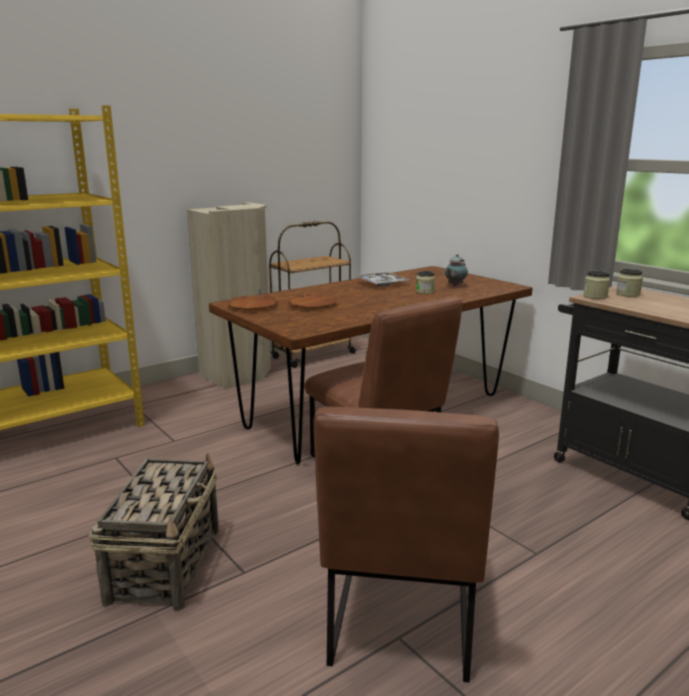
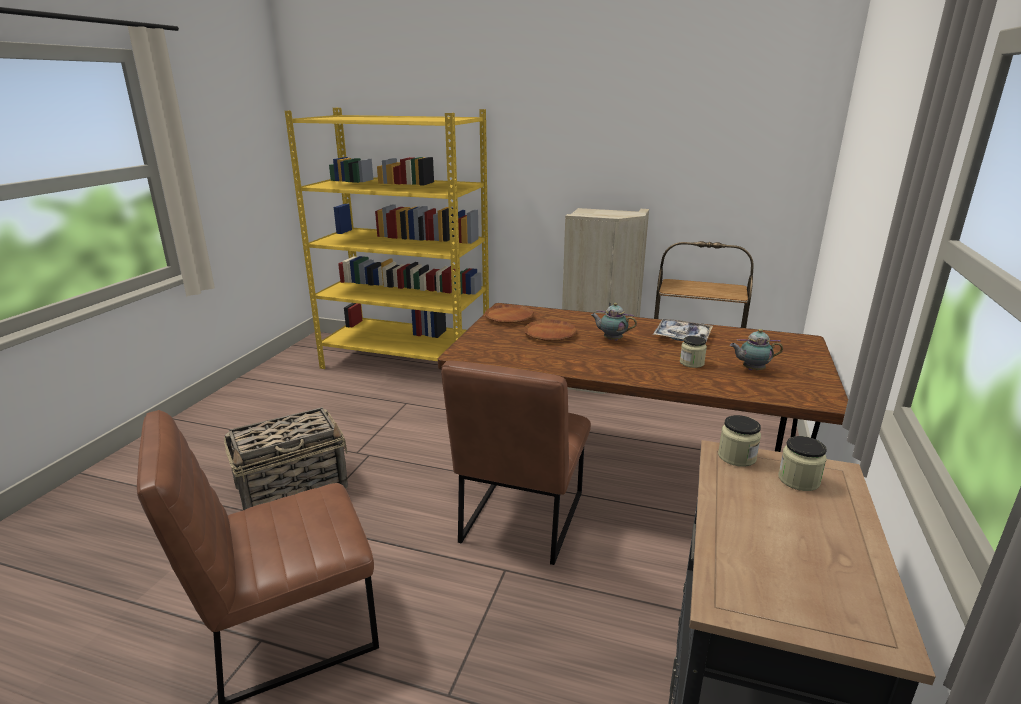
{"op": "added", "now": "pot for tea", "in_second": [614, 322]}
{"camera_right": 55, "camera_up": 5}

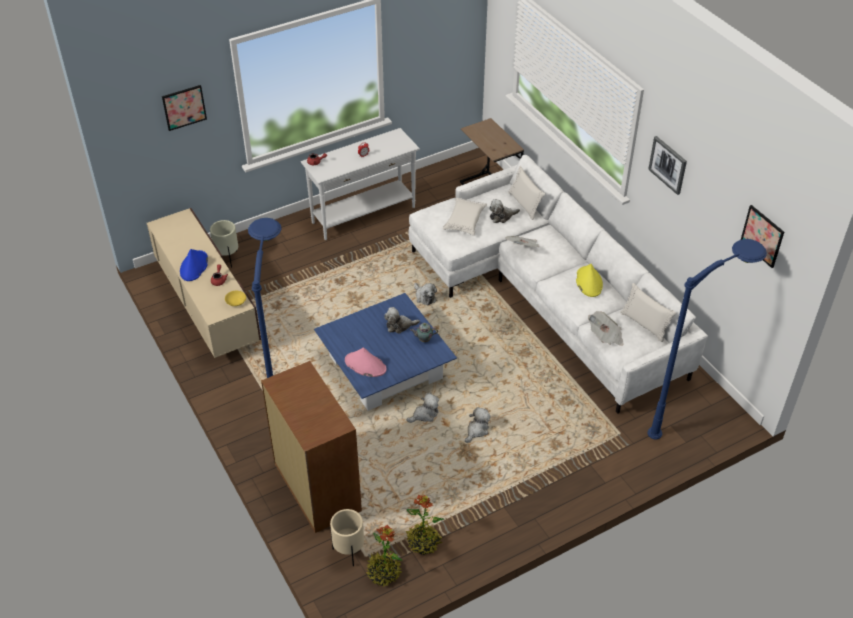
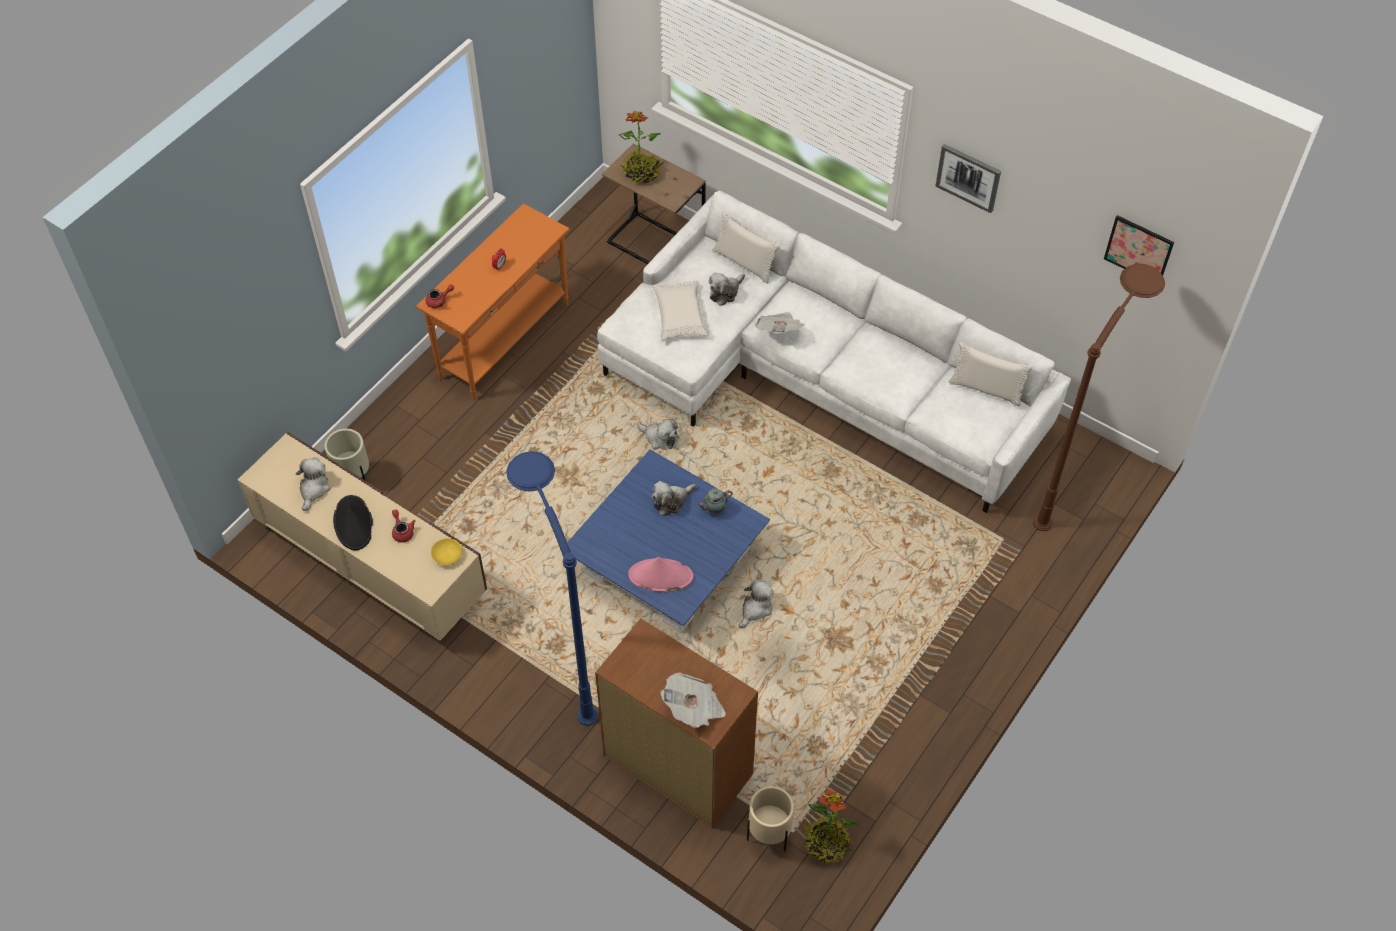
{"op": "moved", "was": "soft toy", "in_first": [477, 425], "in_second": [313, 484]}
{"op": "recoloured", "was": "hat (blue-coloured)", "now": "hat (black-coloured)", "in_first": [194, 265], "in_second": [353, 522]}
{"op": "recoloured", "was": "console table (whitish)", "now": "console table (orangey)", "in_first": [360, 184], "in_second": [493, 301]}
{"op": "moved", "was": "potted plant", "in_first": [425, 525], "in_second": [641, 147]}
{"op": "moved", "was": "daily paper", "in_first": [606, 328], "in_second": [693, 700]}
{"op": "recoloured", "was": "floor lamp (blue-coloured)", "now": "floor lamp (brownish)", "in_first": [707, 339], "in_second": [1099, 397]}
{"op": "removed", "was": "wall picture", "in_first": [184, 108]}
{"op": "removed", "was": "hat (yellowish)", "in_first": [589, 280]}
{"camera_right": -25, "camera_up": 10}

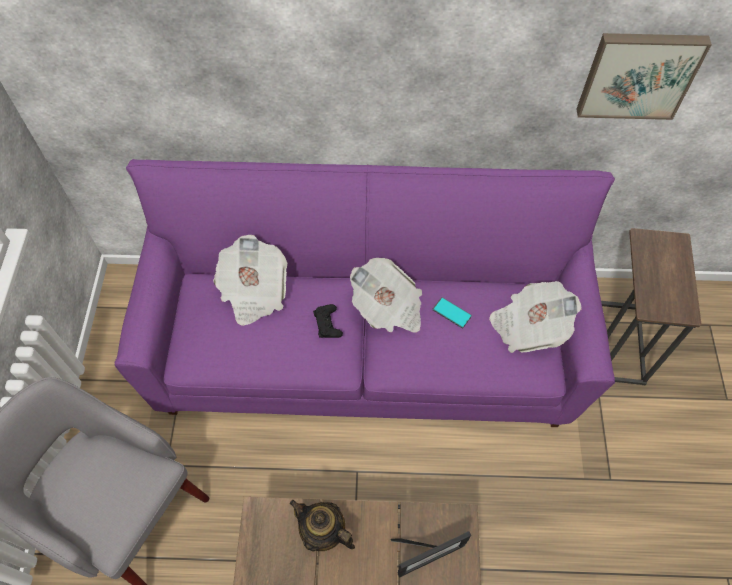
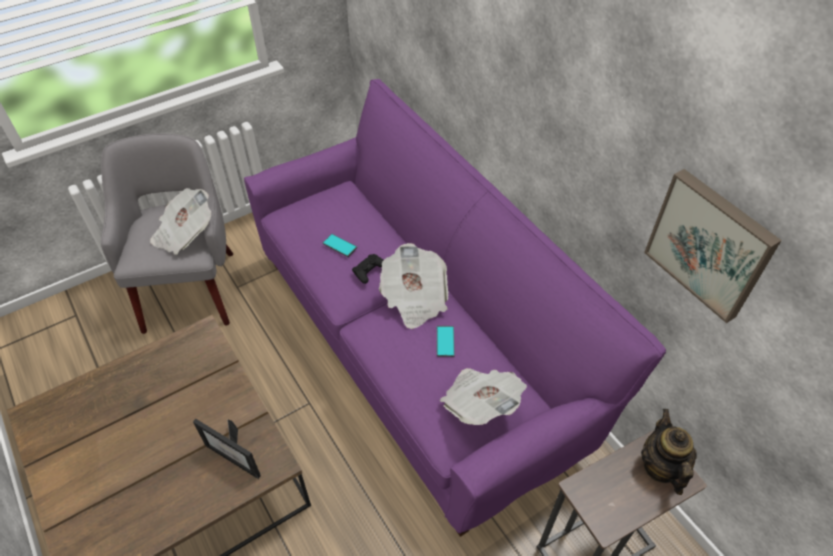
{"op": "moved", "was": "daily paper", "in_first": [250, 280], "in_second": [180, 221]}
{"op": "added", "now": "handset", "in_second": [340, 245]}
{"op": "moved", "was": "pot for tea", "in_first": [322, 526], "in_second": [669, 452]}
{"camera_right": 55, "camera_up": -10}

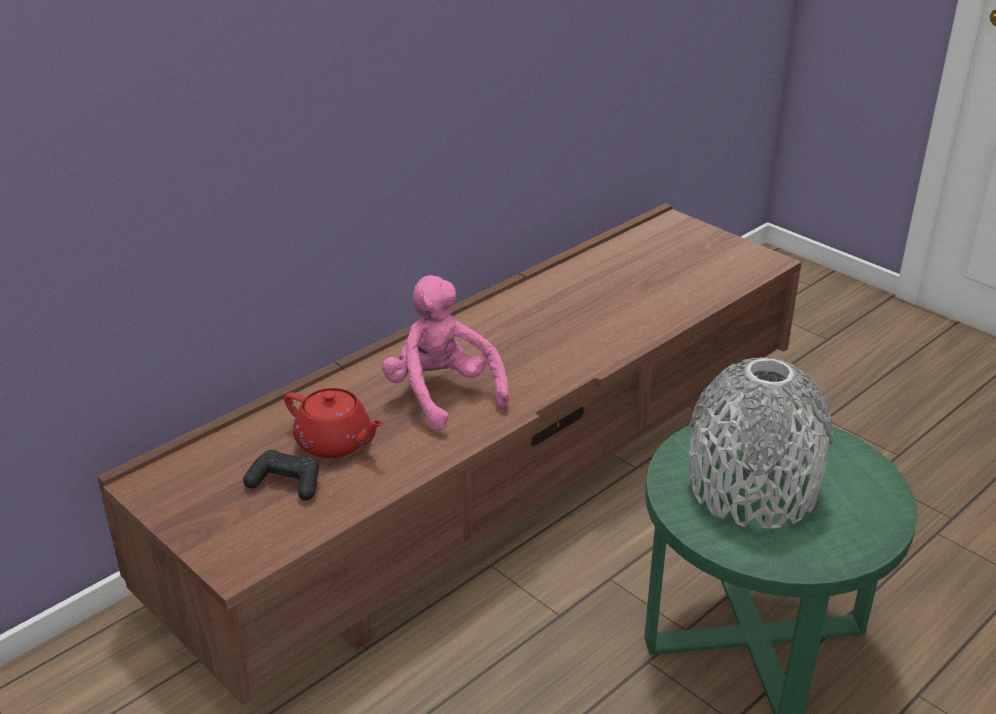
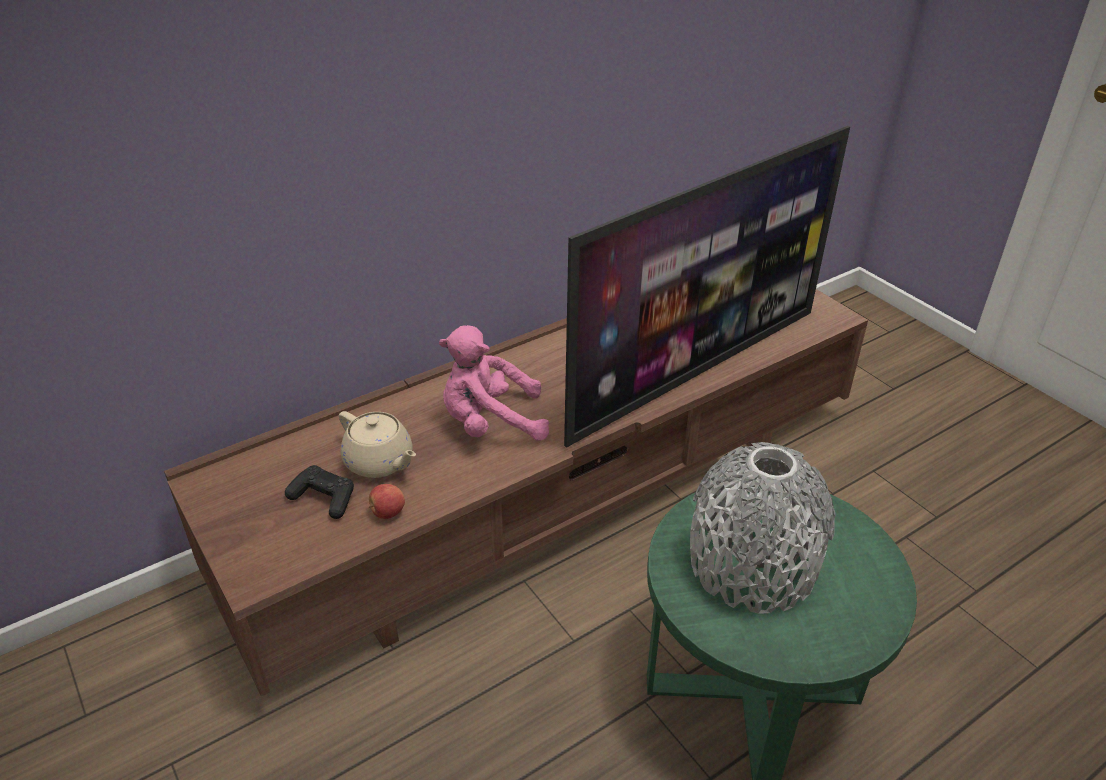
{"op": "recoloured", "was": "pot for tea (red)", "now": "pot for tea (sand-coloured)", "in_first": [334, 423], "in_second": [377, 444]}
{"op": "added", "now": "apple fruit", "in_second": [387, 501]}
{"op": "turned", "was": "soft toy (pink)", "in_first": [445, 353], "in_second": [494, 383], "clockwise": -75}
{"op": "added", "now": "TV", "in_second": [707, 287]}
{"camera_right": 10, "camera_up": 5}

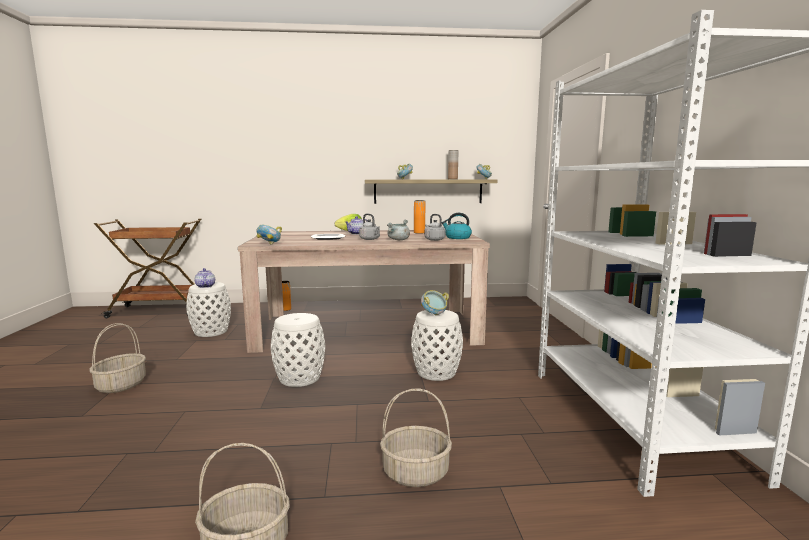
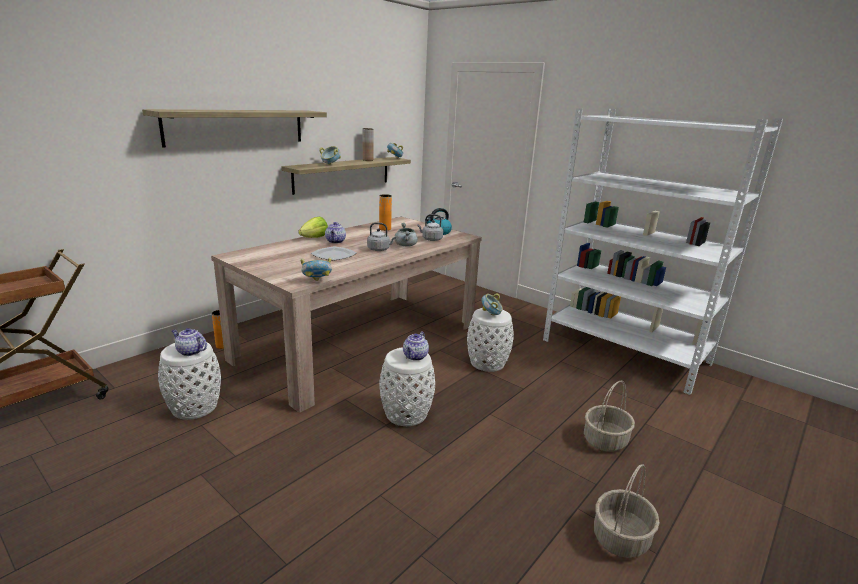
{"op": "added", "now": "wall shelf", "in_second": [234, 128]}
{"op": "added", "now": "pot for tea", "in_second": [416, 346]}
{"op": "removed", "was": "household basket", "in_first": [117, 358]}
{"camera_right": -45, "camera_up": 10}

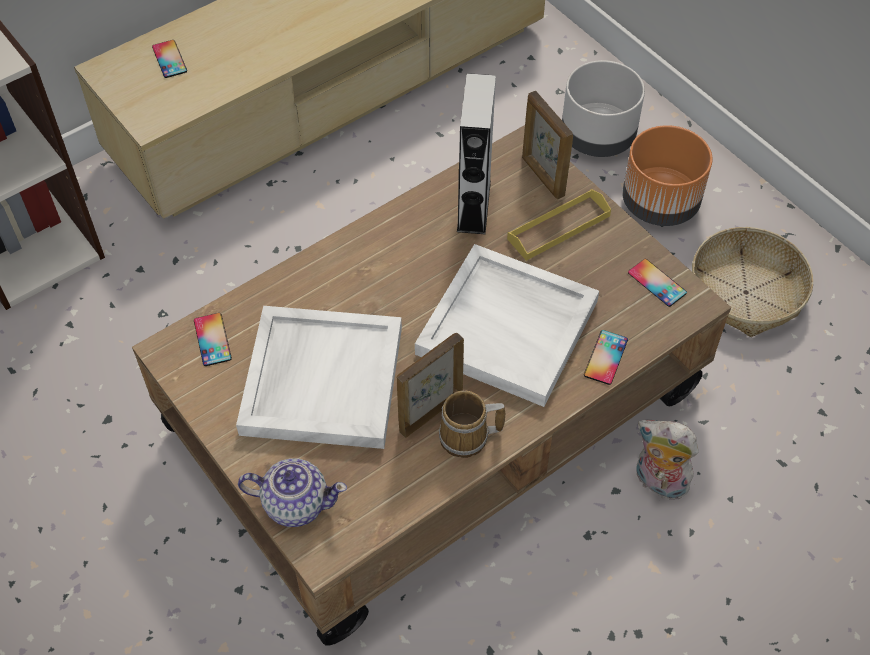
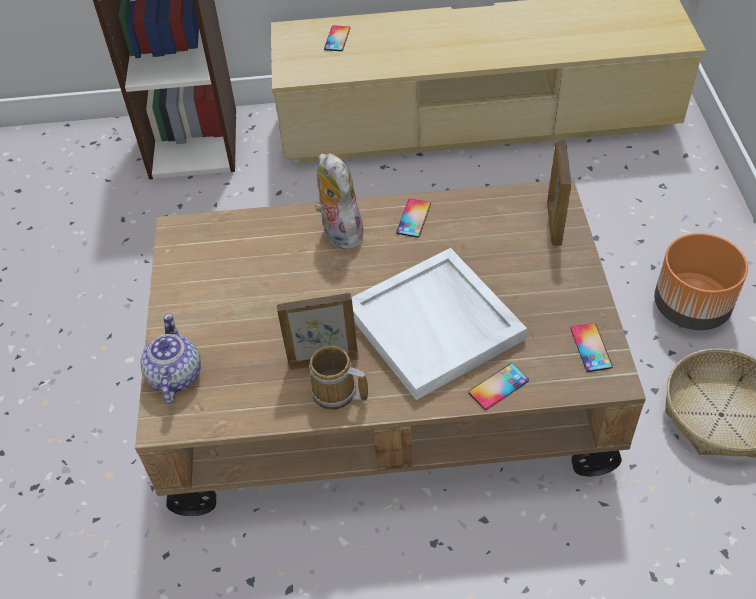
{"op": "turned", "was": "pot for tea", "in_first": [292, 492], "in_second": [170, 358], "clockwise": -135}
{"op": "moved", "was": "soft toy", "in_first": [667, 460], "in_second": [339, 201]}
{"op": "moved", "was": "handset", "in_first": [213, 339], "in_second": [413, 218]}
{"op": "removed", "was": "serving tray (whitish)", "in_first": [319, 377]}
{"op": "removed", "was": "audio speaker (grey)", "in_first": [476, 153]}
{"op": "removed", "was": "serving tray (yellowish)", "in_first": [559, 225]}
{"op": "removed", "was": "planter (grey)", "in_first": [603, 108]}
{"camera_right": 35, "camera_up": -5}

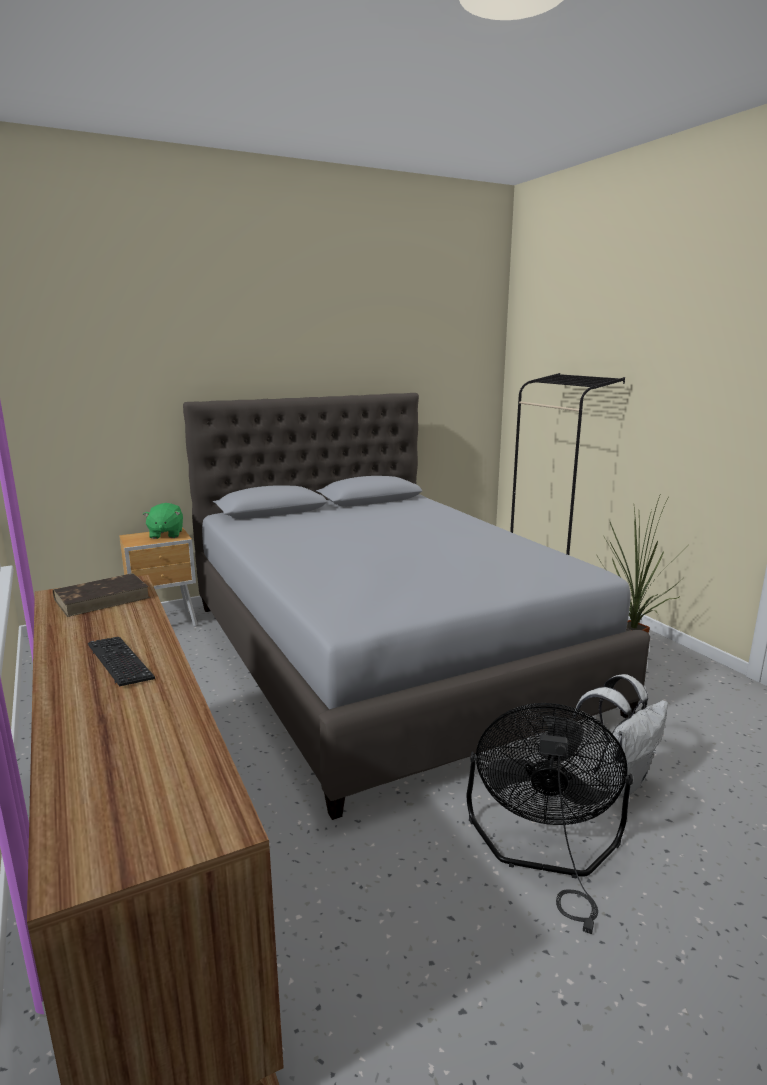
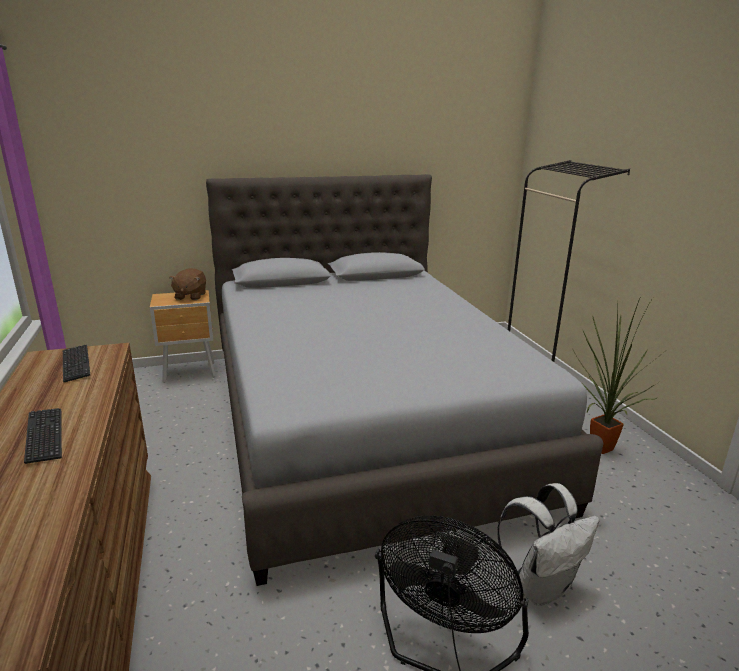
{"op": "replaced", "was": "book (brownish)", "now": "computer keyboard", "in_first": [101, 595], "in_second": [76, 363]}
{"op": "recoloured", "was": "soft toy (green-coloured)", "now": "soft toy (brownish)", "in_first": [163, 521], "in_second": [187, 284]}
{"camera_right": 10, "camera_up": 5}

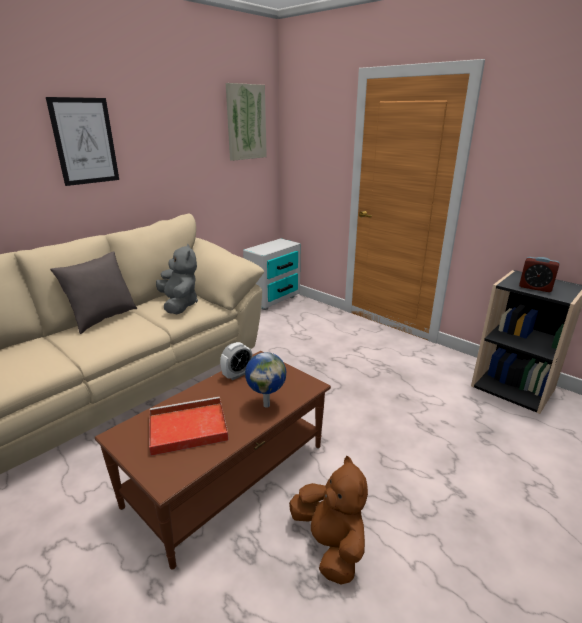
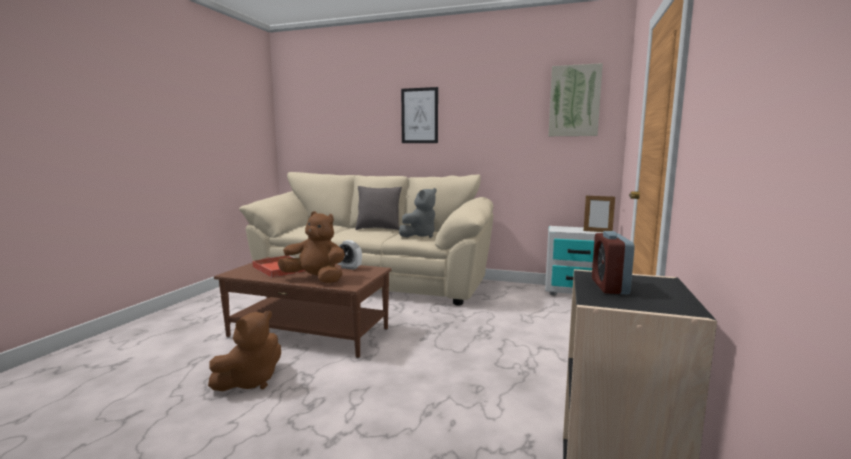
{"op": "replaced", "was": "globe", "now": "soft toy (brownish)", "in_first": [265, 380], "in_second": [311, 247]}
{"op": "added", "now": "standing frame", "in_second": [599, 213]}
{"camera_right": 65, "camera_up": -15}

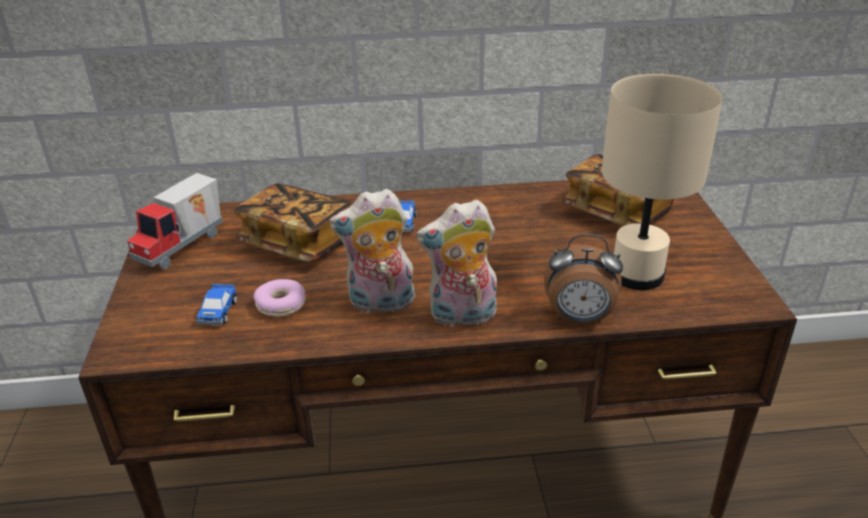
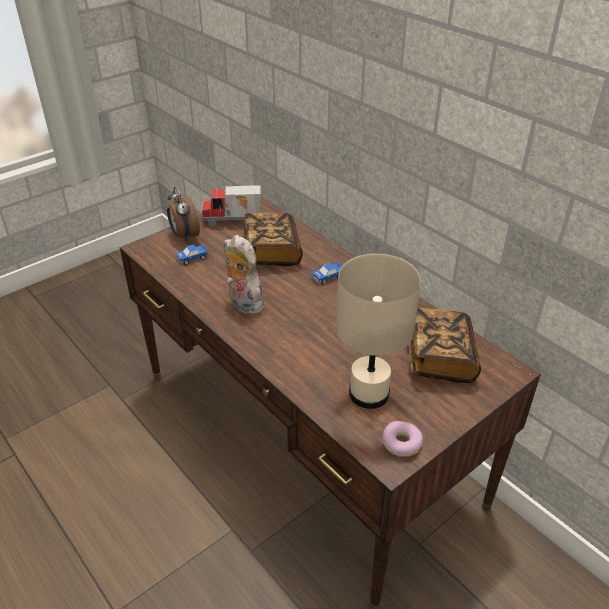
{"op": "moved", "was": "bedside clock", "in_first": [583, 279], "in_second": [183, 214]}
{"op": "moved", "was": "donut", "in_first": [279, 298], "in_second": [402, 439]}
{"op": "removed", "was": "soft toy", "in_first": [456, 264]}
{"camera_right": 55, "camera_up": 5}

